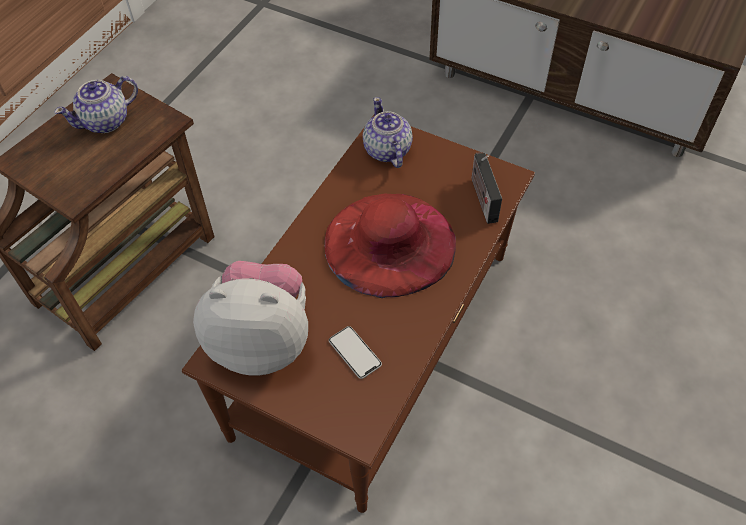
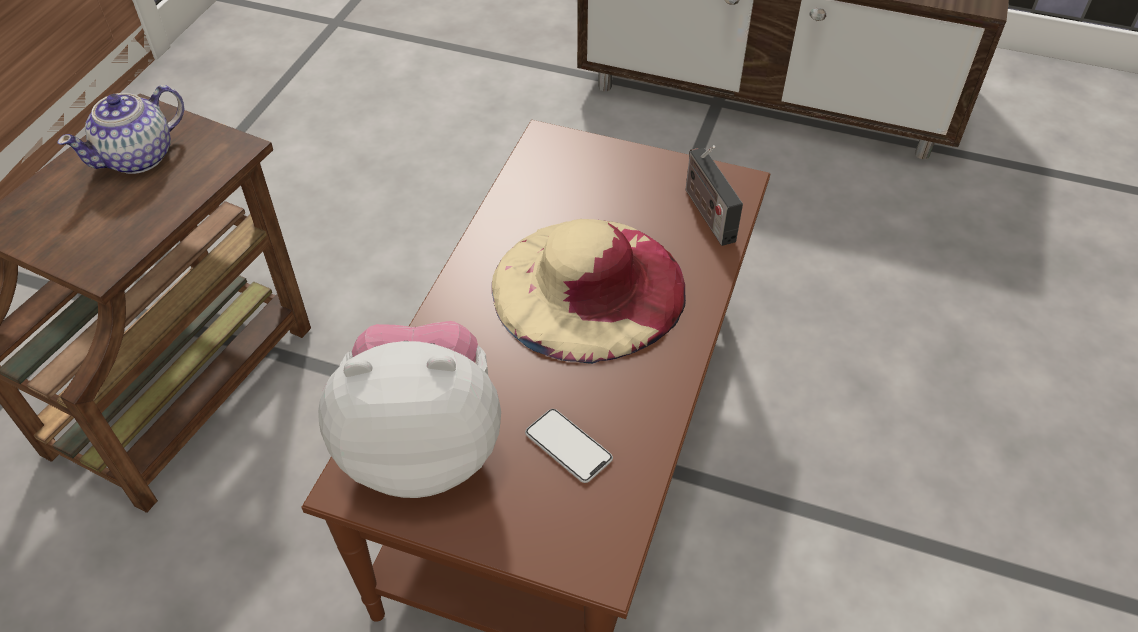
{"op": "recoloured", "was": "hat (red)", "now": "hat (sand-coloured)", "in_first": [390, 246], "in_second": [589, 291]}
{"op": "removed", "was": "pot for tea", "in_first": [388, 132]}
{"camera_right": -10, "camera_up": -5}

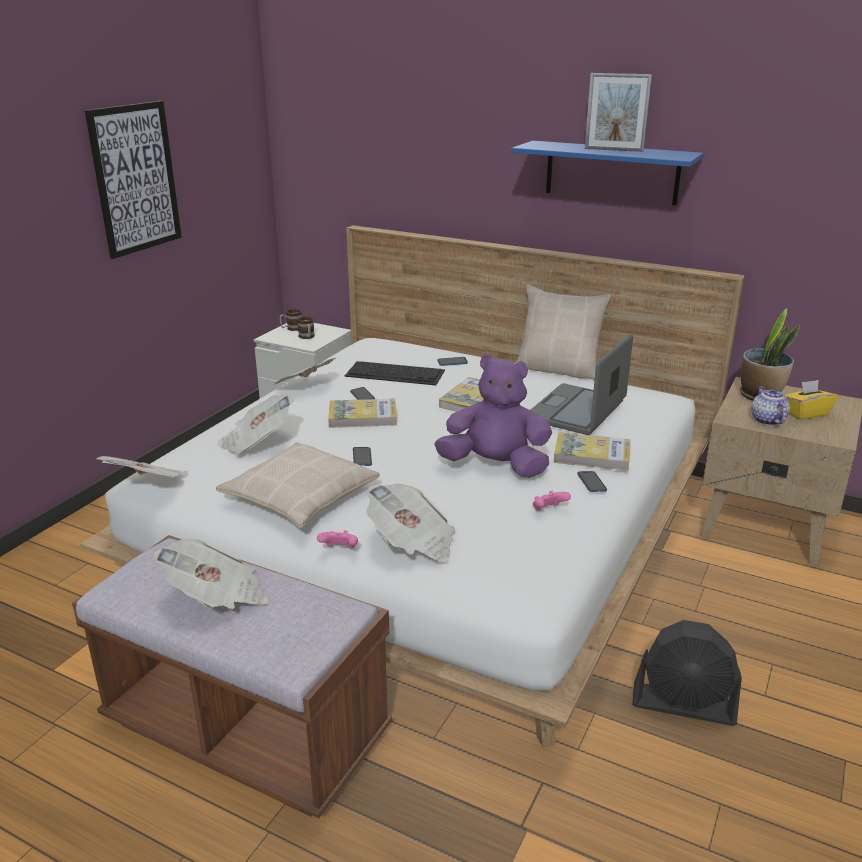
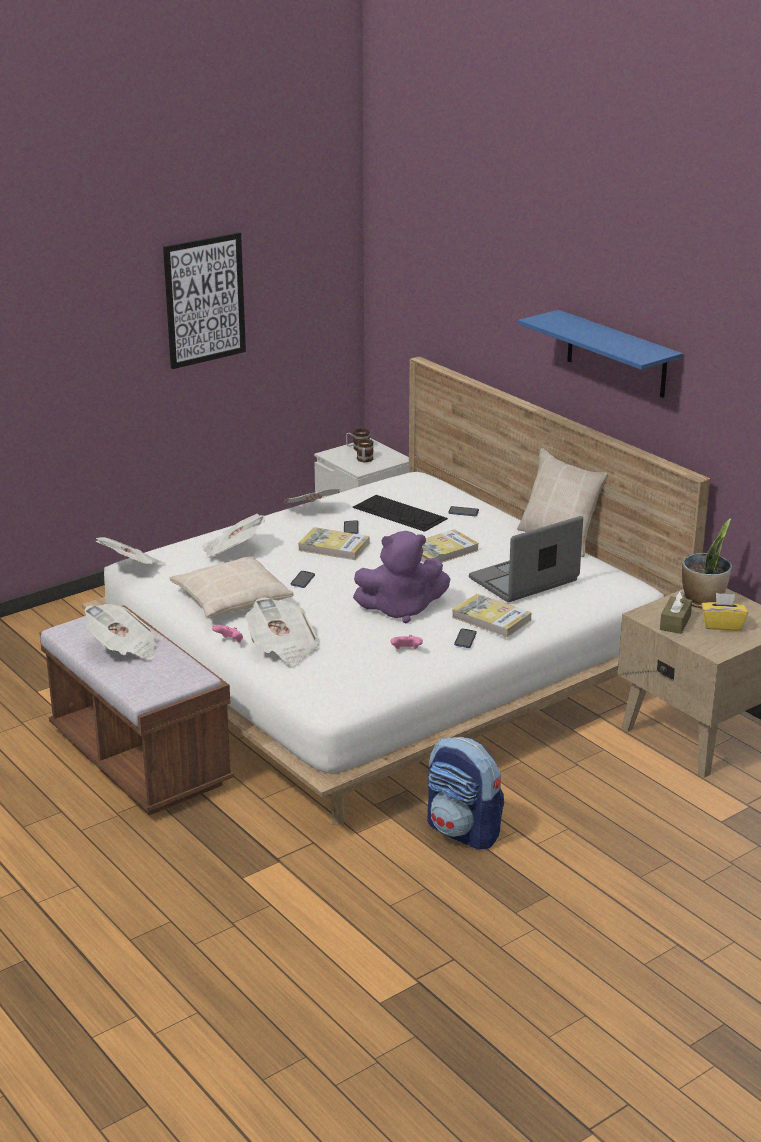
{"op": "turned", "was": "soft toy (purple)", "in_first": [493, 416], "in_second": [401, 577], "clockwise": 135}
{"op": "replaced", "was": "fan (black-coloured)", "now": "rucksack", "in_first": [687, 673], "in_second": [465, 793]}
{"op": "replaced", "was": "pot for tea", "now": "tissue box (brownish)", "in_first": [770, 405], "in_second": [676, 612]}
{"op": "removed", "was": "standing frame", "in_first": [618, 112]}
{"camera_right": 25, "camera_up": 0}

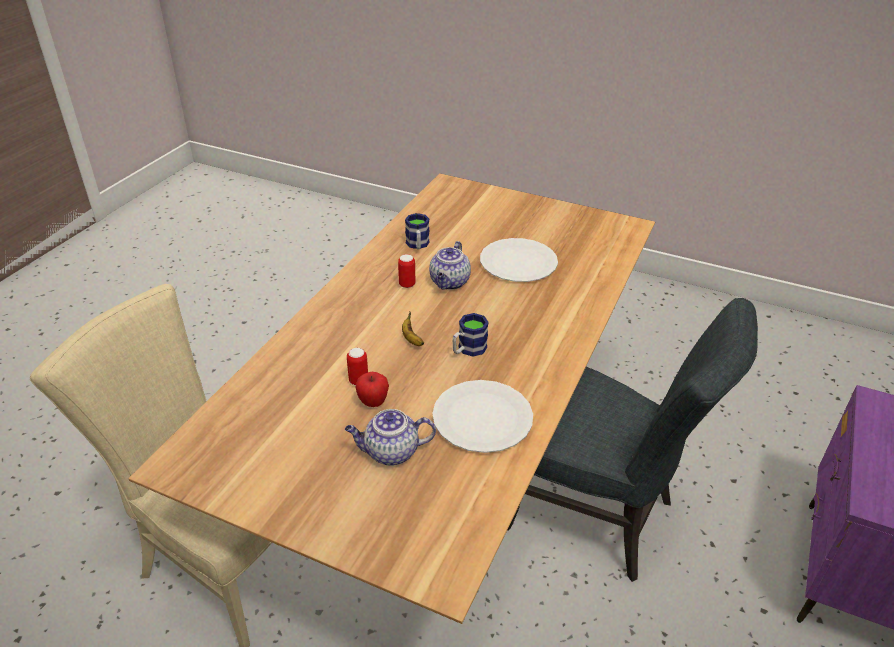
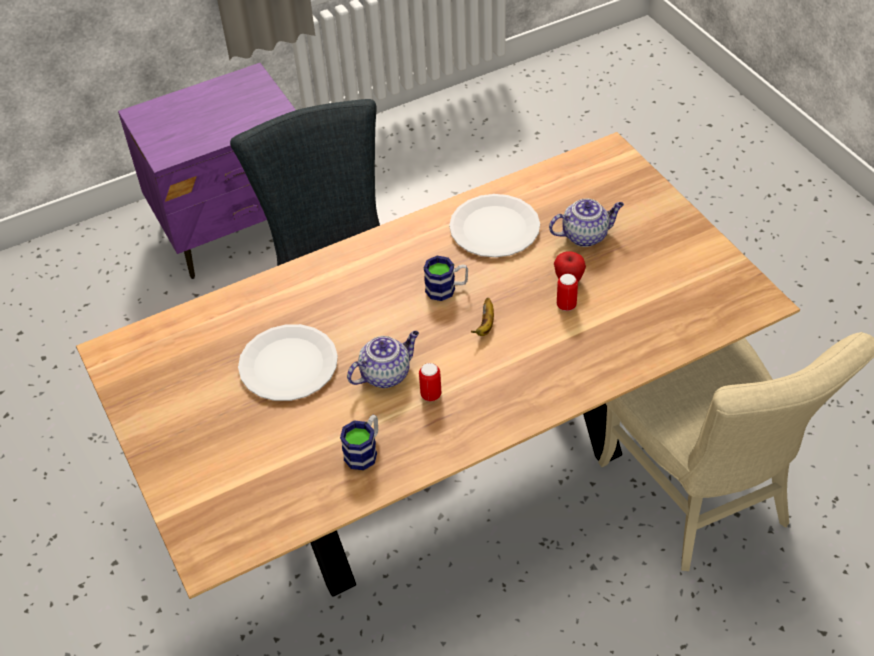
{"op": "turned", "was": "pot for tea", "in_first": [390, 437], "in_second": [586, 222], "clockwise": -45}
{"camera_right": -140, "camera_up": 10}

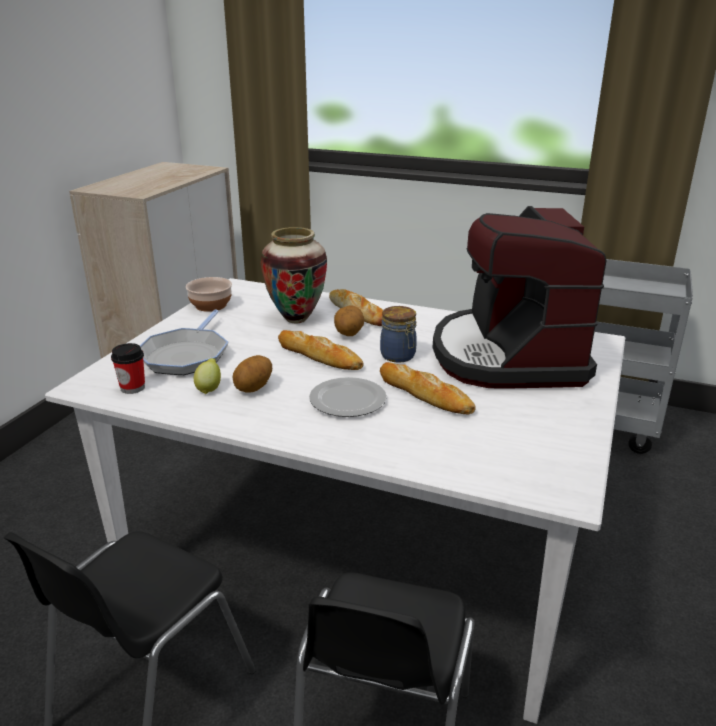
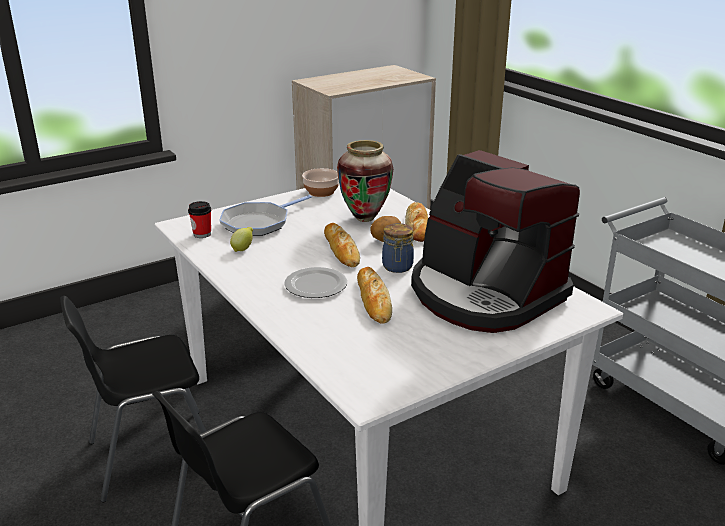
{"op": "turned", "was": "coffee maker", "in_first": [519, 297], "in_second": [495, 241], "clockwise": -75}
{"op": "removed", "was": "potato", "in_first": [252, 374]}
{"camera_right": 35, "camera_up": 0}

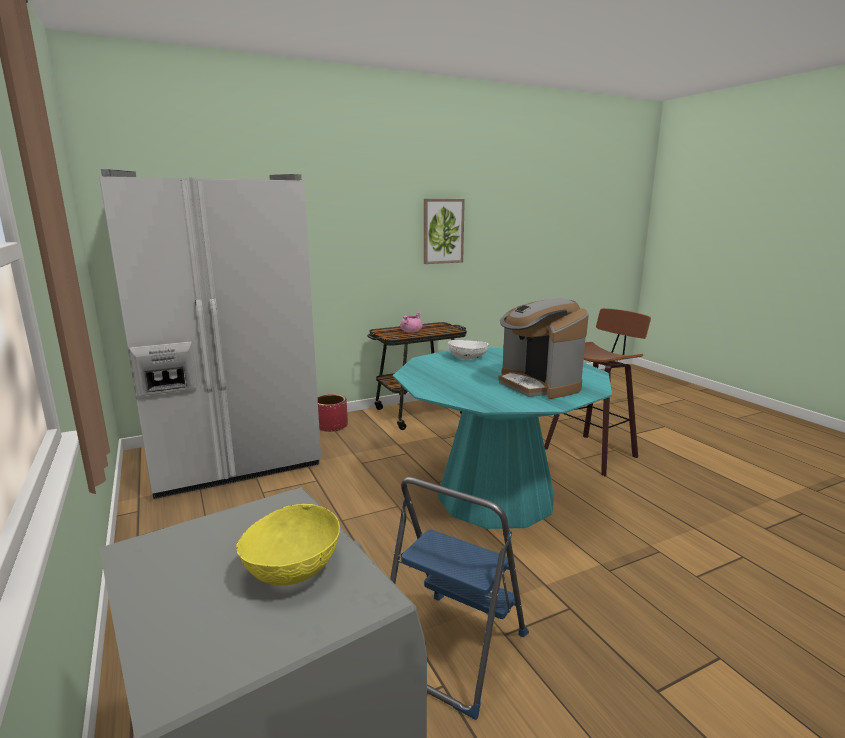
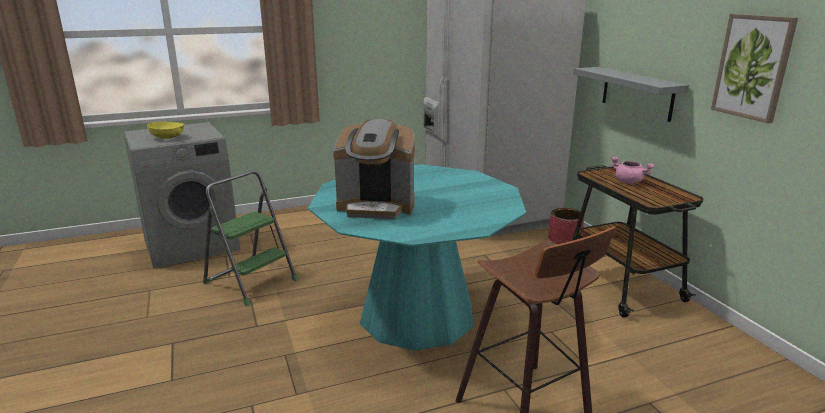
{"op": "recoloured", "was": "stepladder (blue-coloured)", "now": "stepladder (green-coloured)", "in_first": [459, 598], "in_second": [251, 238]}
{"op": "turned", "was": "coffee maker", "in_first": [543, 348], "in_second": [374, 169], "clockwise": -150}
{"op": "added", "now": "wall shelf (grey)", "in_second": [631, 94]}
{"op": "removed", "was": "deep dish (whitish)", "in_first": [468, 349]}
{"camera_right": 95, "camera_up": 5}

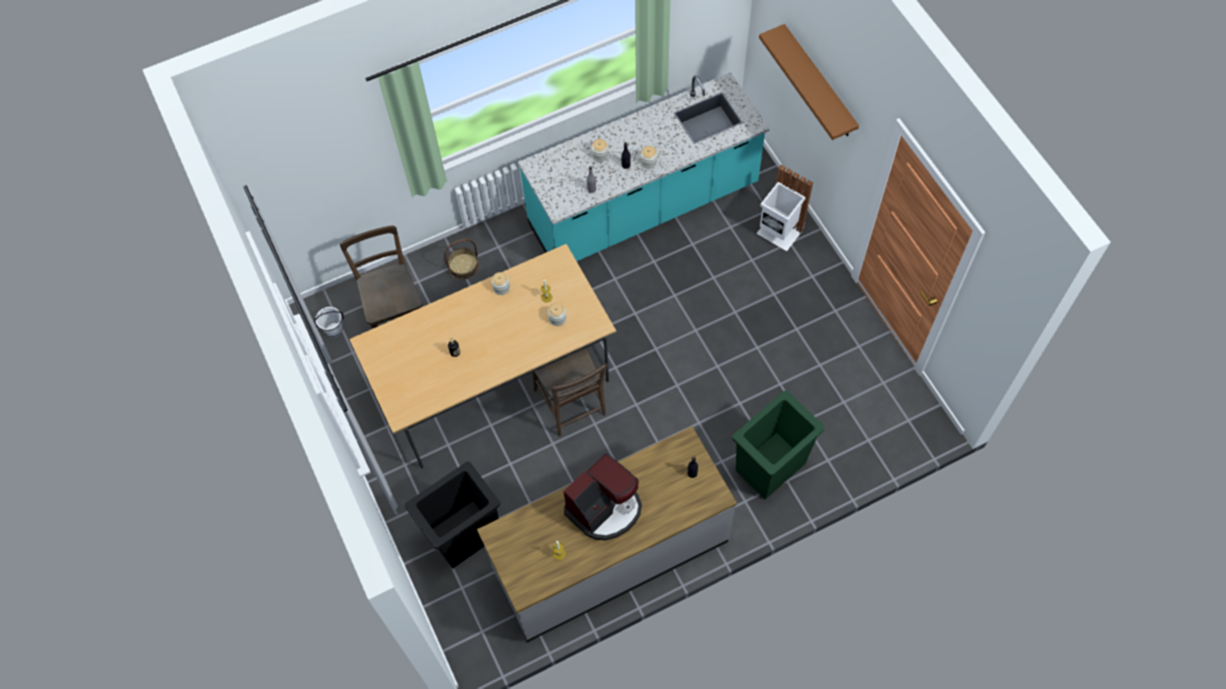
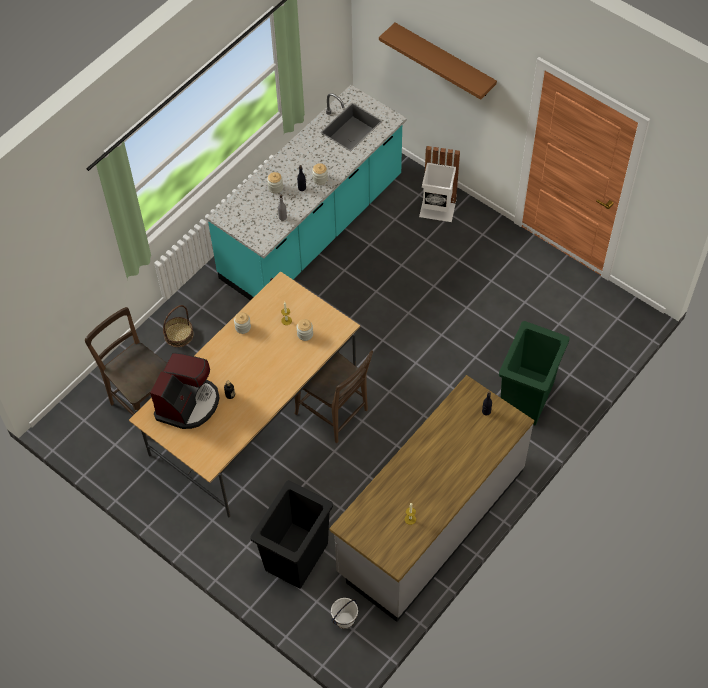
{"op": "moved", "was": "coffee maker", "in_first": [602, 496], "in_second": [185, 390]}
{"op": "moved", "was": "bucket (whitish)", "in_first": [329, 322], "in_second": [344, 613]}
{"camera_right": -25, "camera_up": -5}

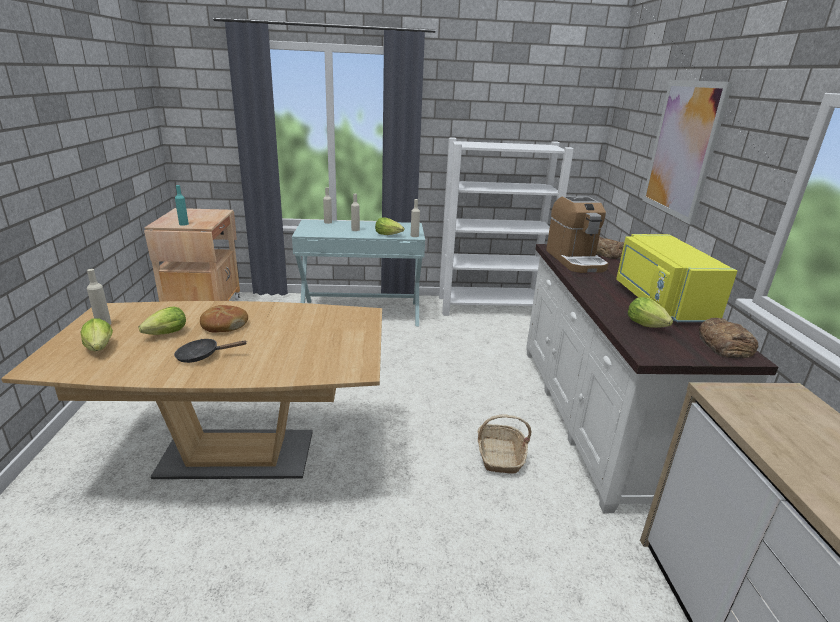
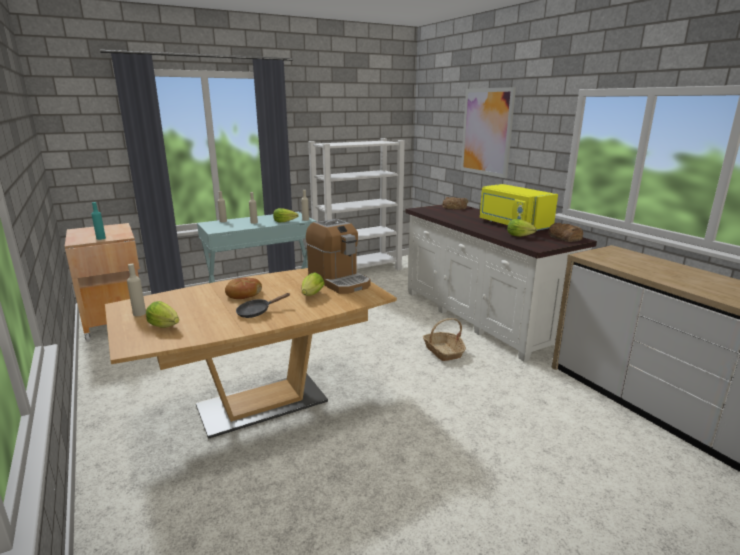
{"op": "moved", "was": "lettuce head", "in_first": [162, 320], "in_second": [312, 284]}
{"op": "moved", "was": "coffee maker", "in_first": [577, 234], "in_second": [338, 256]}
{"camera_right": -25, "camera_up": -5}

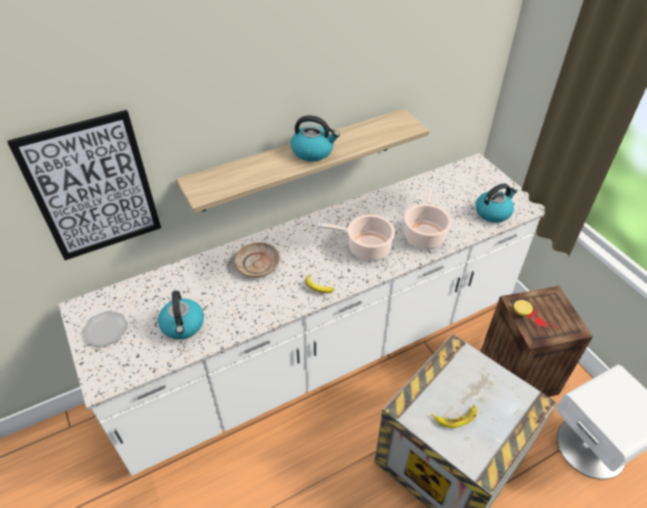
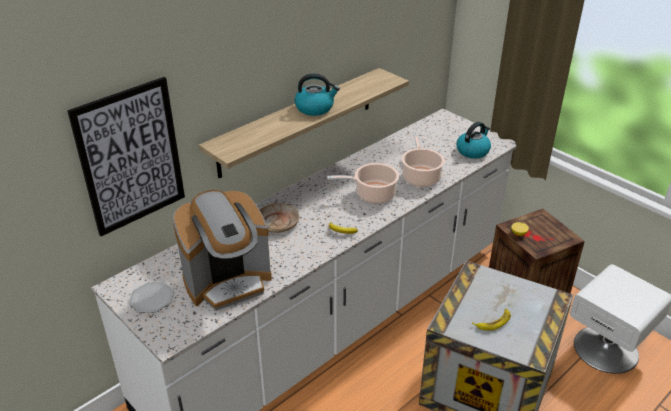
{"op": "replaced", "was": "water kettle", "now": "coffee maker", "in_first": [181, 315], "in_second": [222, 250]}
{"camera_right": -15, "camera_up": -10}

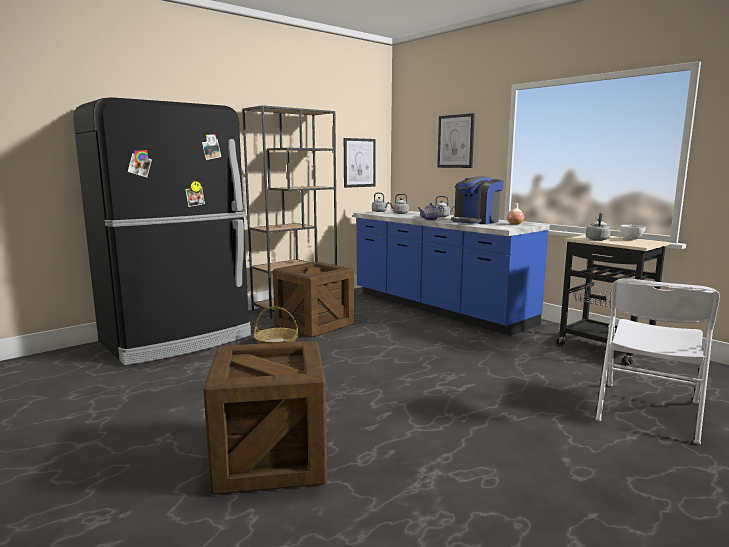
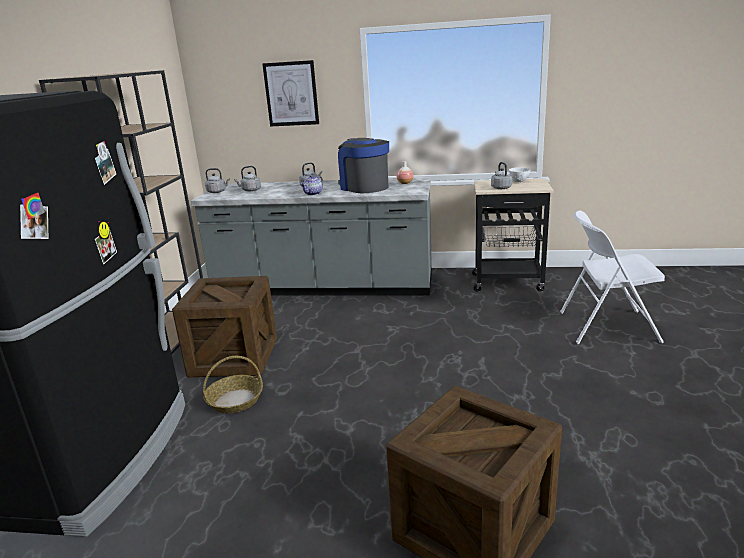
{"op": "recoloured", "was": "counter (blue-coloured)", "now": "counter (grey)", "in_first": [451, 273], "in_second": [311, 236]}
{"op": "turned", "was": "coffee maker", "in_first": [477, 200], "in_second": [363, 165], "clockwise": 135}
{"op": "turned", "was": "plain chair (whitish)", "in_first": [657, 361], "in_second": [612, 277], "clockwise": 105}
{"op": "removed", "was": "wall picture", "in_first": [360, 163]}
{"camera_right": -40, "camera_up": 10}

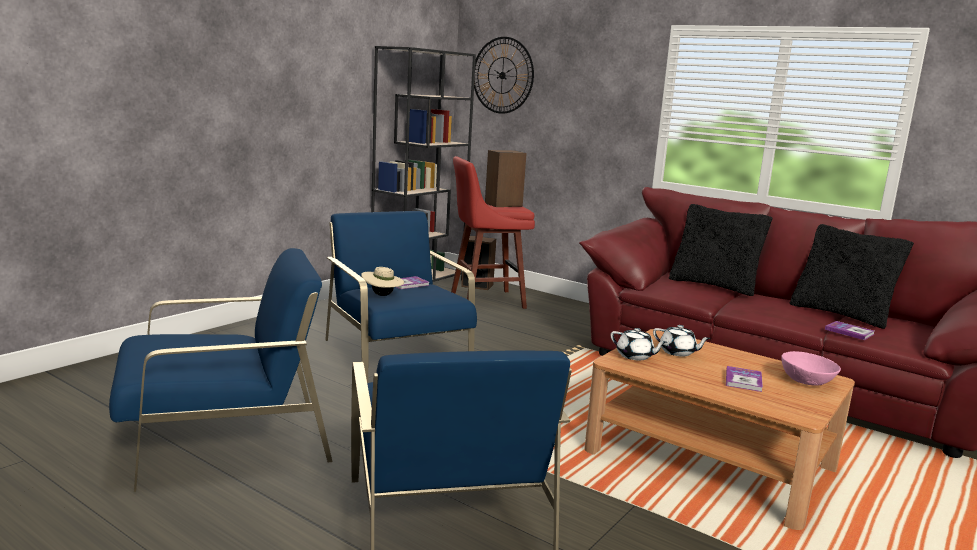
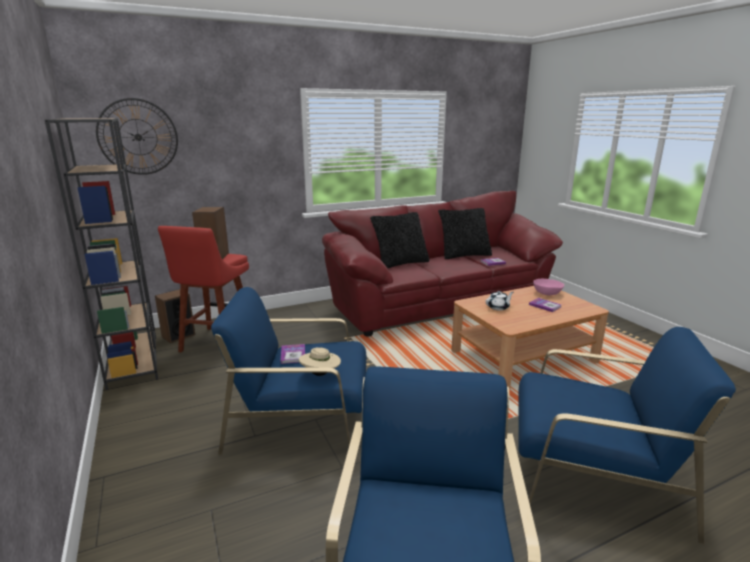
{"op": "removed", "was": "pot for tea (whitish)", "in_first": [638, 344]}
{"camera_right": -60, "camera_up": 5}

